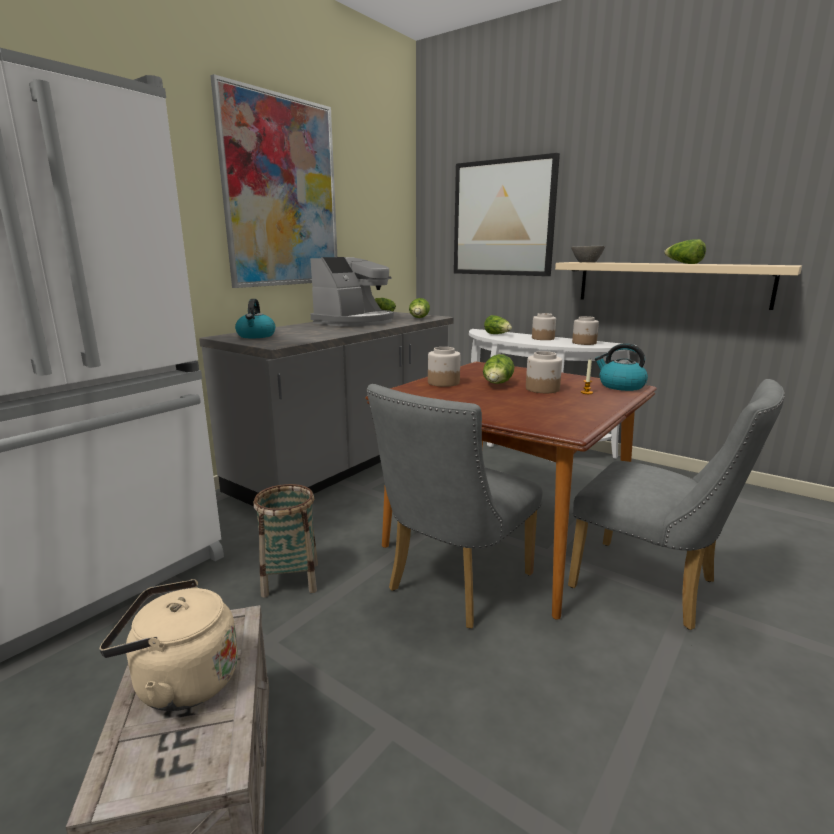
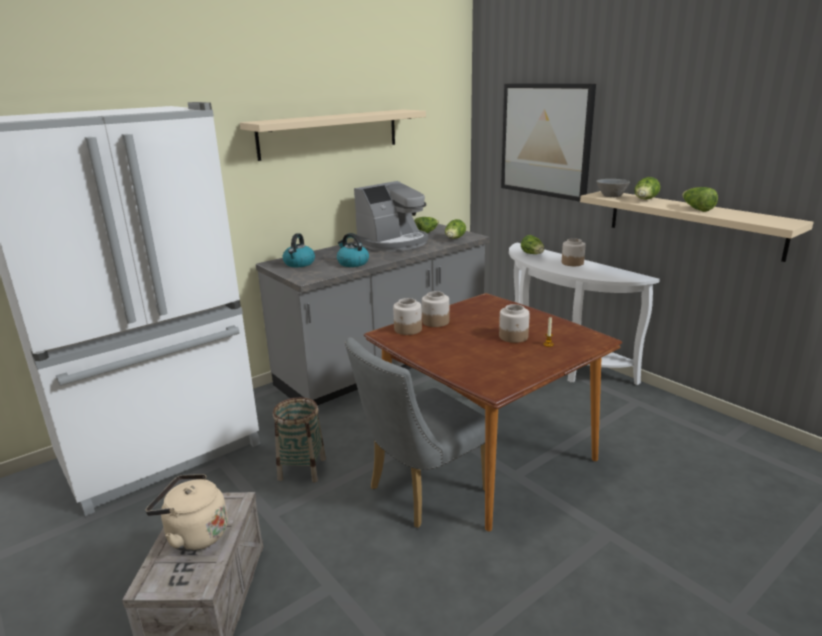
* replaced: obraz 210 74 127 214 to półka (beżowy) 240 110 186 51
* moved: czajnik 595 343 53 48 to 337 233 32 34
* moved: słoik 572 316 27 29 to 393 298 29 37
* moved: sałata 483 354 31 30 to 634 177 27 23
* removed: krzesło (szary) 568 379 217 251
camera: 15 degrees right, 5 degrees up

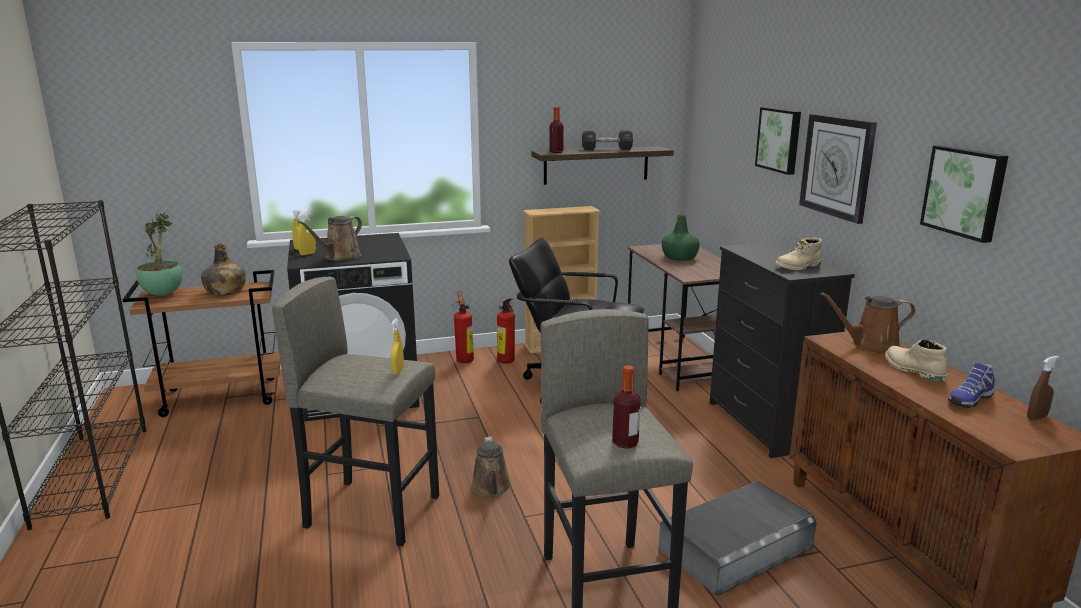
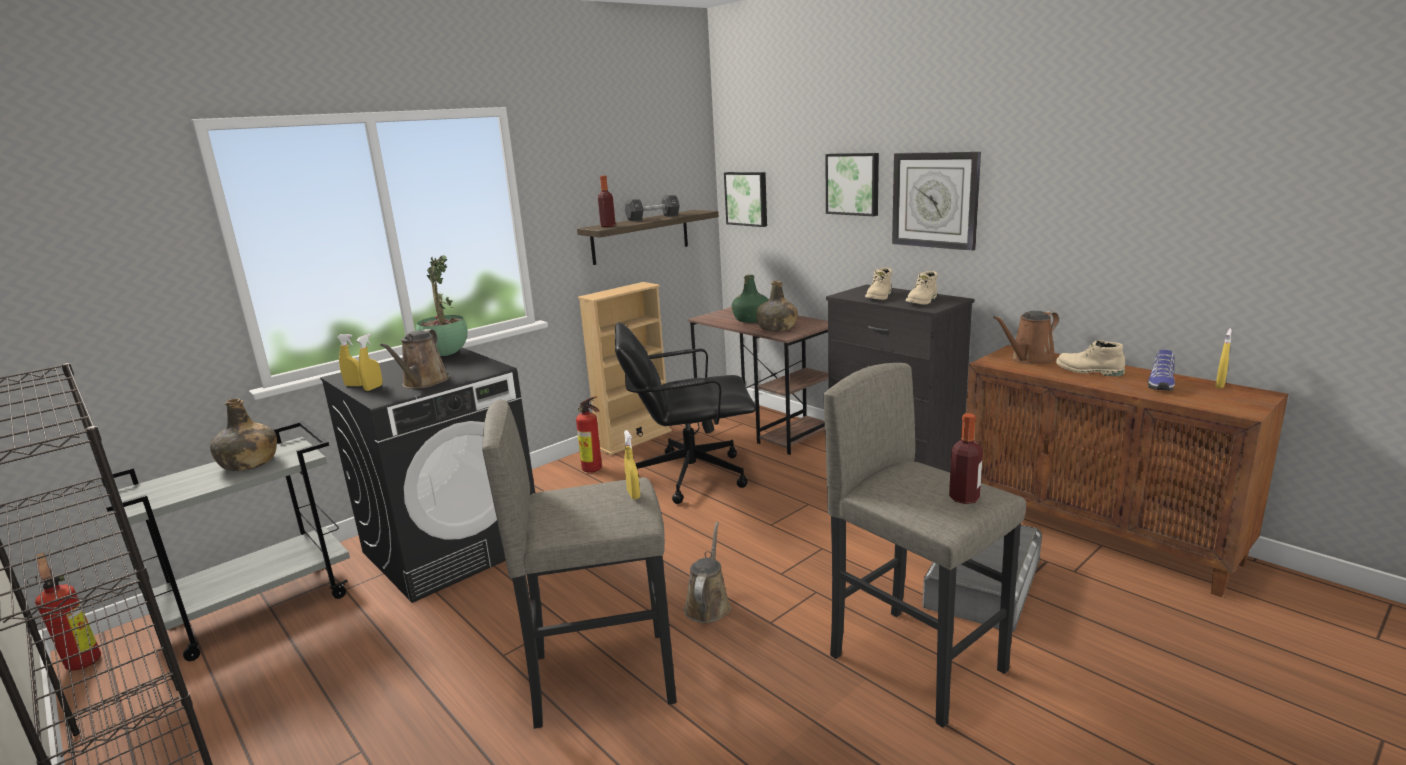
* moved: gaśnica 453 291 21 72 to 27 553 74 118
* recoloured: wózek (brązowy) 122 270 158 147 to wózek (szary) 96 421 254 240
* moved: roślina doniczkowa 136 213 47 83 to 416 255 52 101
* turned: konewka (brązowy) 471 436 40 61 = 684 522 47 101 135 degrees counterclockwise
* moved: obraz 920 145 88 98 to 724 172 43 55
* added: butelka (zielony) 756 281 41 51
* added: but z cholewką (beżowy) 865 267 27 33
* recoloured: spryskiwacz (brązowy) 1027 356 32 64 to spryskiwacz (żółty) 1215 328 17 60
camera: 25 degrees left, 0 degrees up

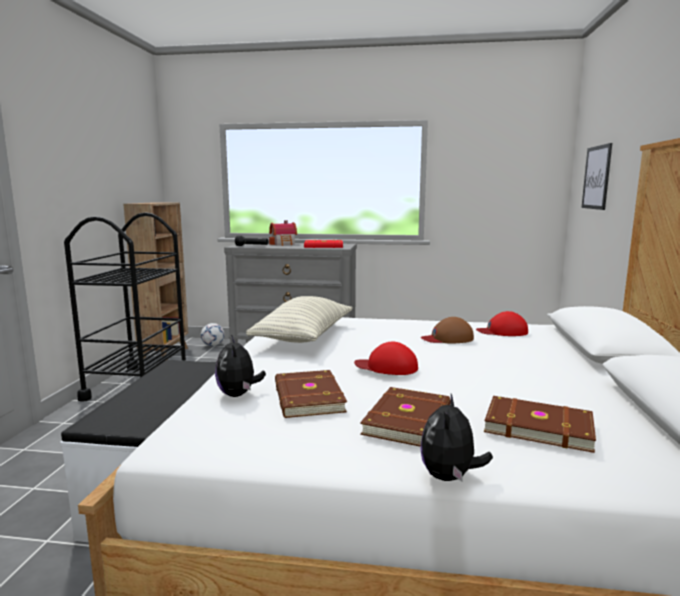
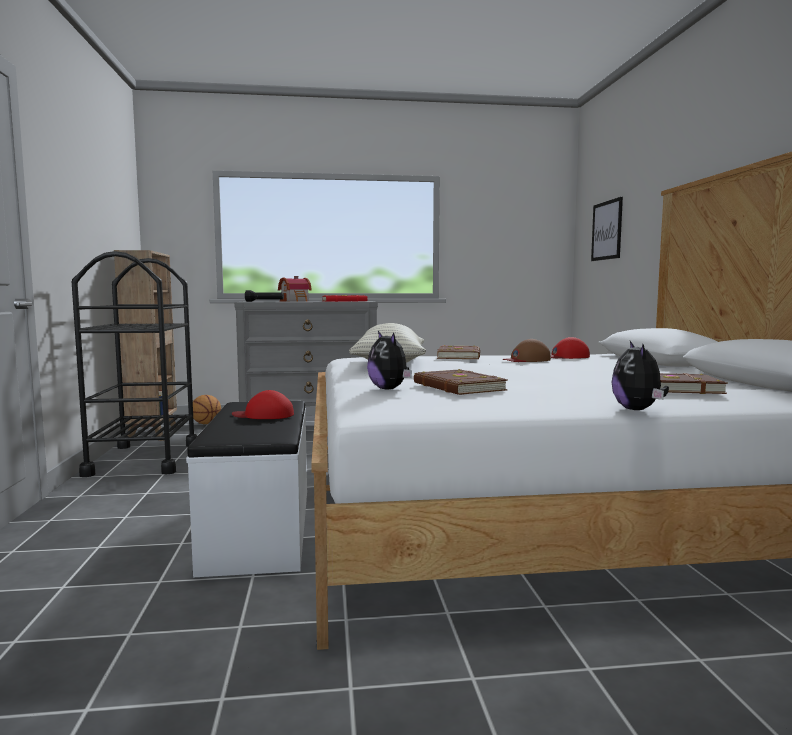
* replaced: piłka futbolowa 201 323 24 23 to piłka do koszykówki 193 395 28 29
* moved: czapka z daszkiem (czerwony) 354 342 64 33 to 232 390 62 29
* moved: książka (brązowy) 360 387 91 60 to 437 345 43 14
camera: 15 degrees left, 5 degrees down

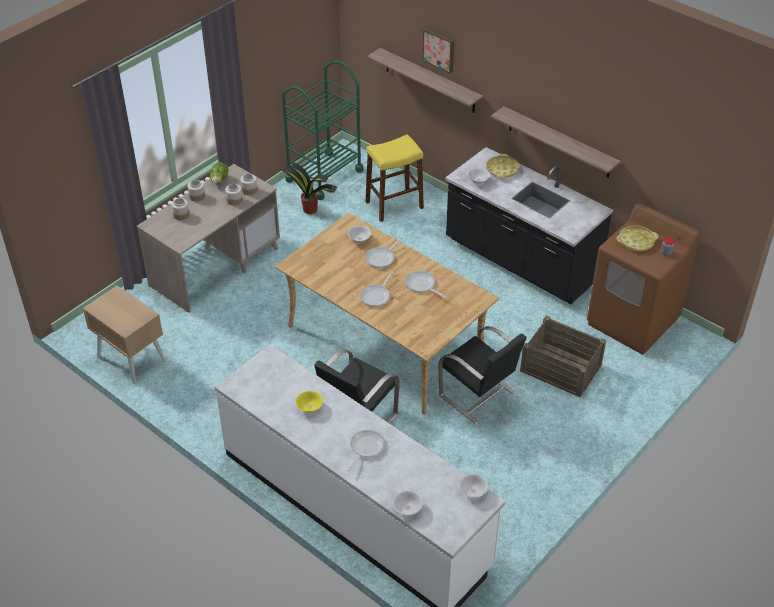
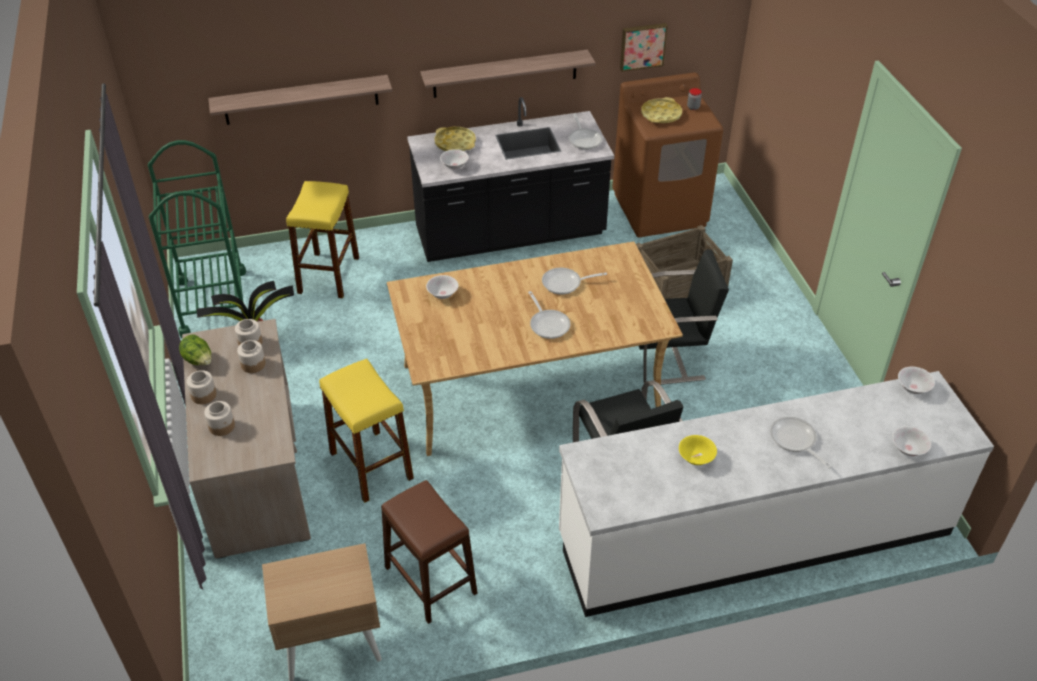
* added: stołek (żółty) 319 359 95 144
* added: stołek (brązowy) 381 480 96 144
* moved: patelnia 365 237 38 31 to 569 113 33 37
* moved: obraz 422 28 32 45 to 620 23 48 49
camera: 55 degrees left, 0 degrees up

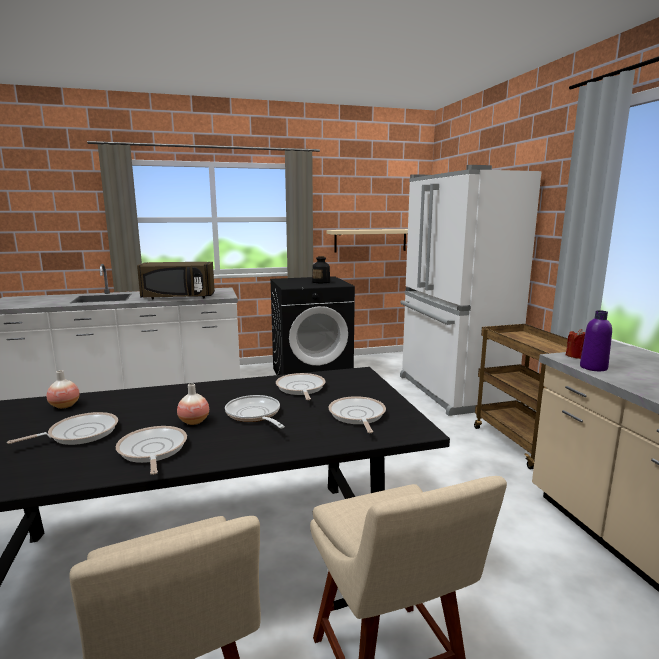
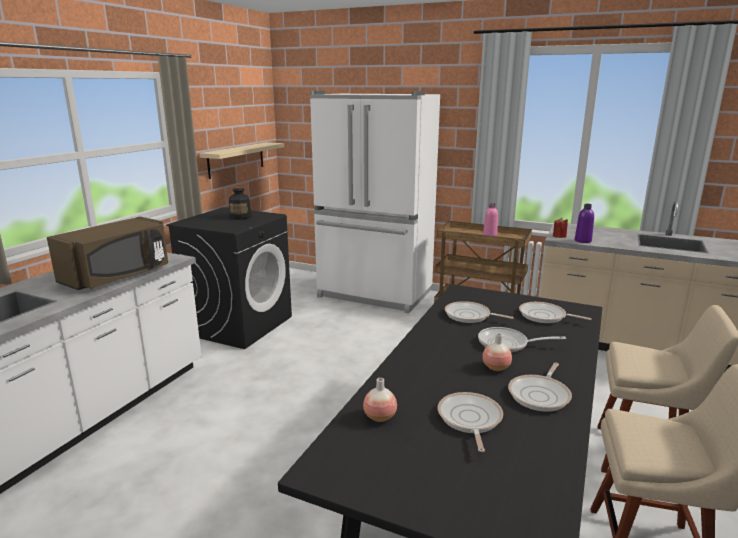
* added: butelka (różowy) 483 203 15 33
* turned: patelnia 116 426 71 49 = 508 362 64 50 75 degrees counterclockwise
camera: 50 degrees left, 5 degrees up

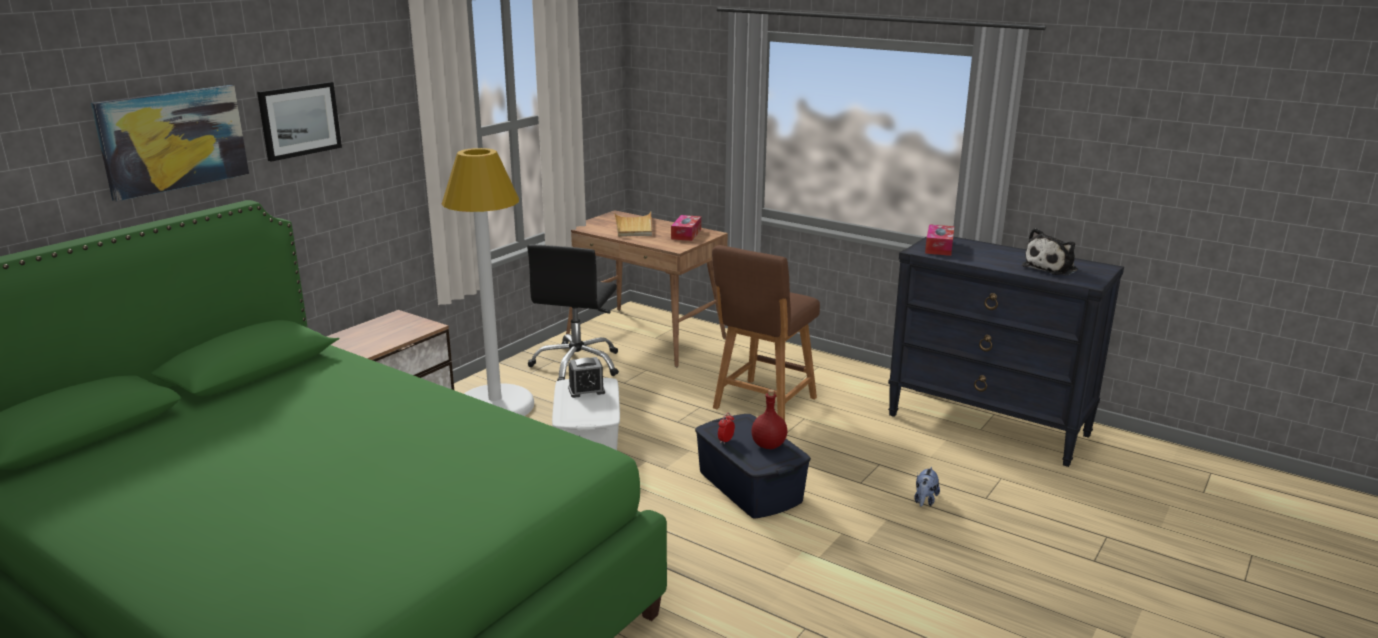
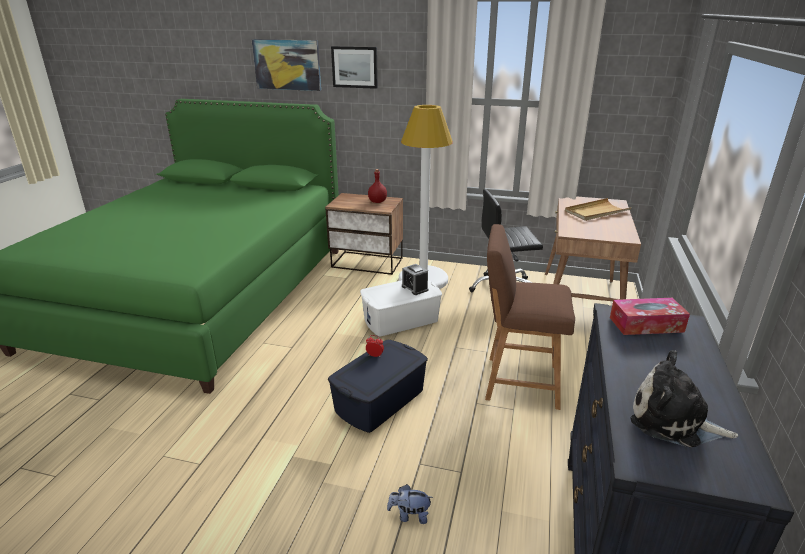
* moved: butelka (czerwony) 751 389 36 60 to 368 169 19 34
* removed: pudełko chusteczek 671 215 30 26
camera: 70 degrees right, 5 degrees up

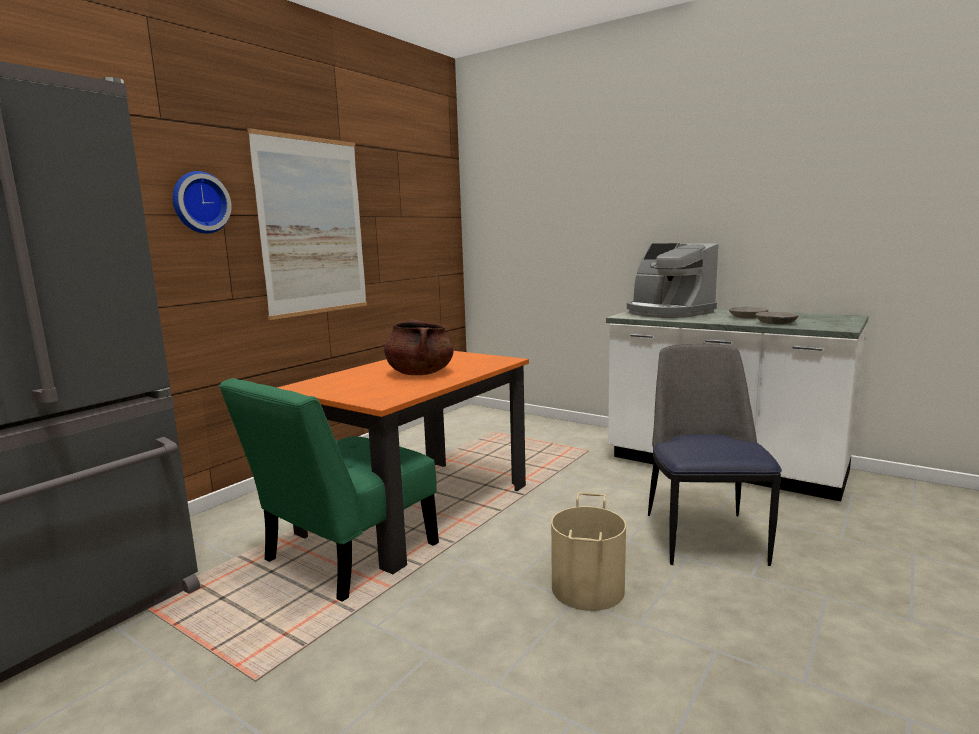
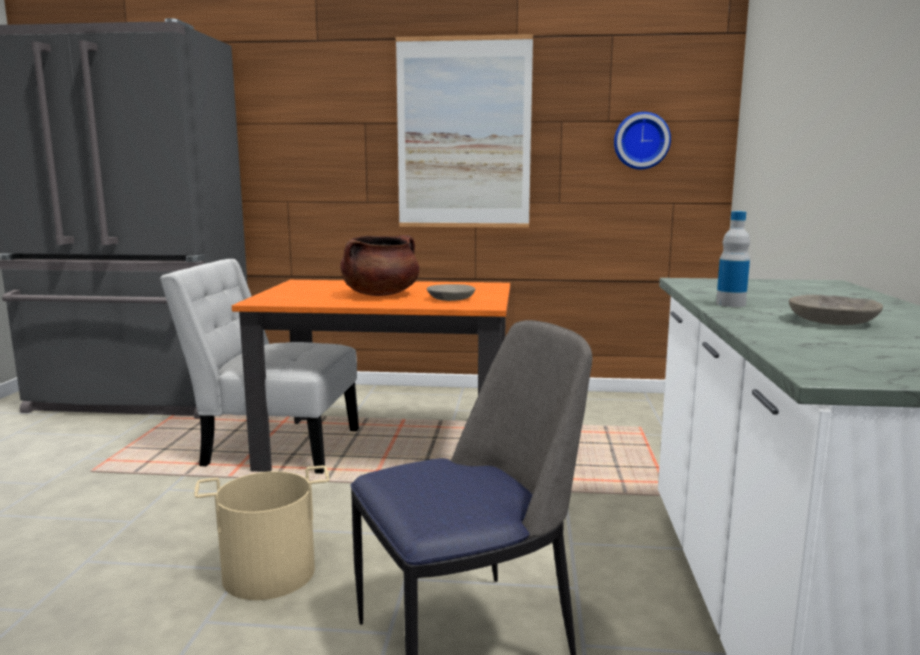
* recoloured: krzesło (zielony) 219 378 220 224 to krzesło (biały) 160 259 199 215
* moved: miska (szary) 755 312 44 13 to 427 284 48 17
* moved: zegar ścienny 172 171 59 63 to 614 112 57 57
* added: butelka 716 211 34 96
* removed: ekspres do kawy 627 243 91 75
camera: 60 degrees right, 0 degrees up

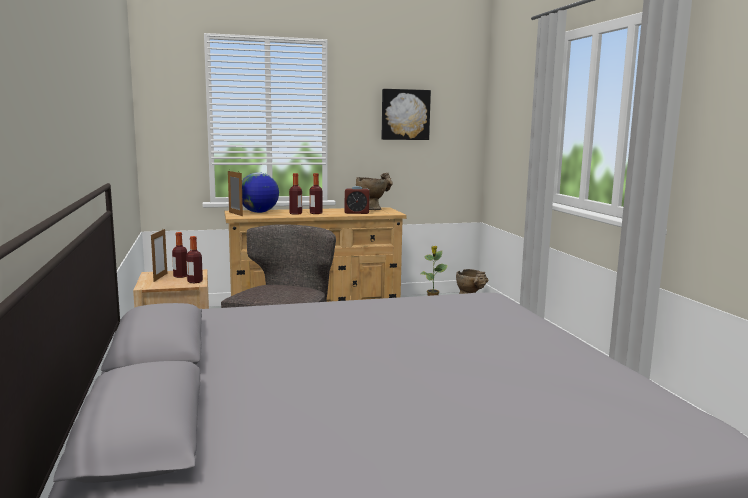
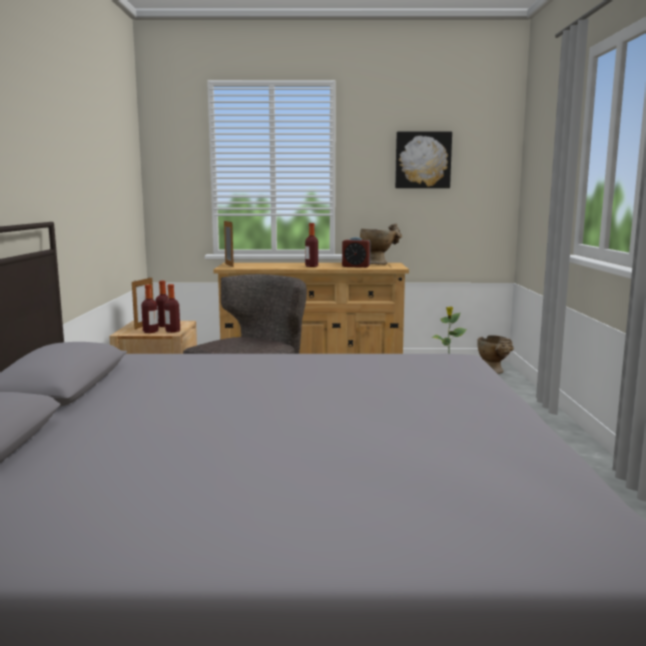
* moved: butelka 289 173 13 42 to 141 285 18 48
* removed: globus 242 172 37 41
camera: 15 degrees right, 0 degrees up

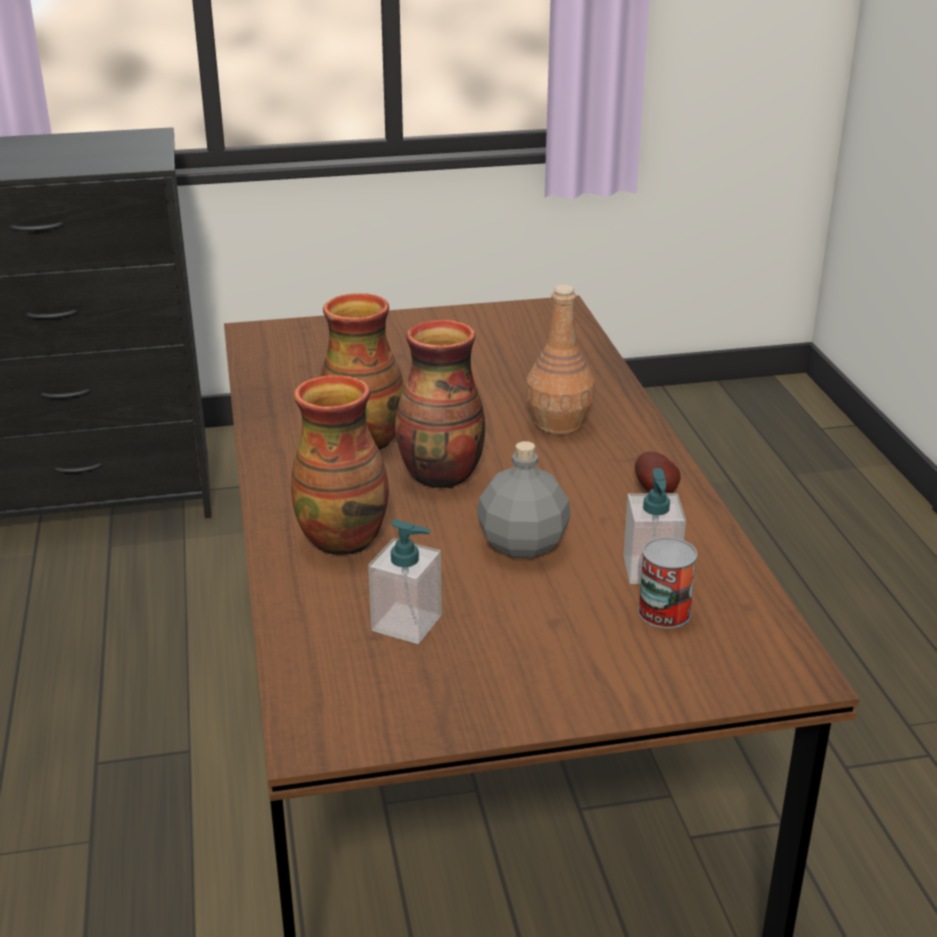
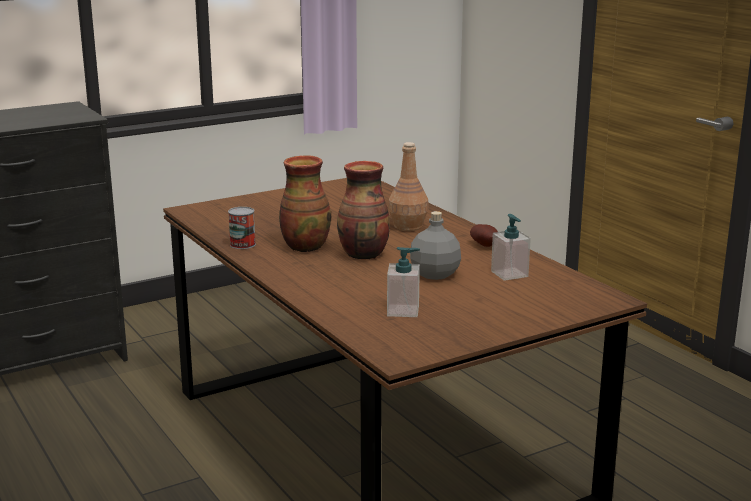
* moved: puszka 638 537 59 91 to 228 207 28 42
* removed: wazon 291 375 98 180
camera: 20 degrees left, 10 degrees down

